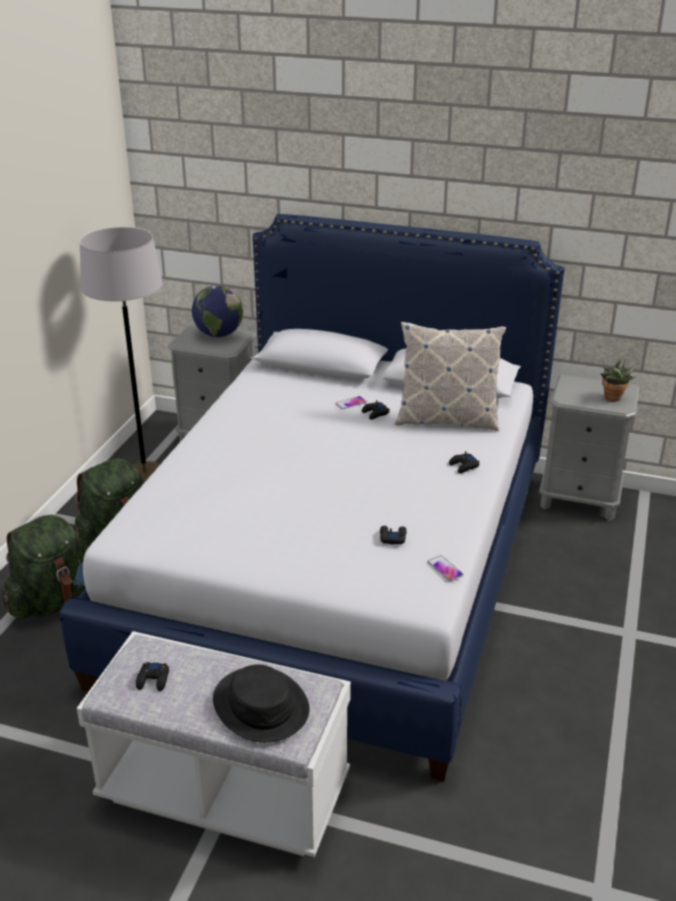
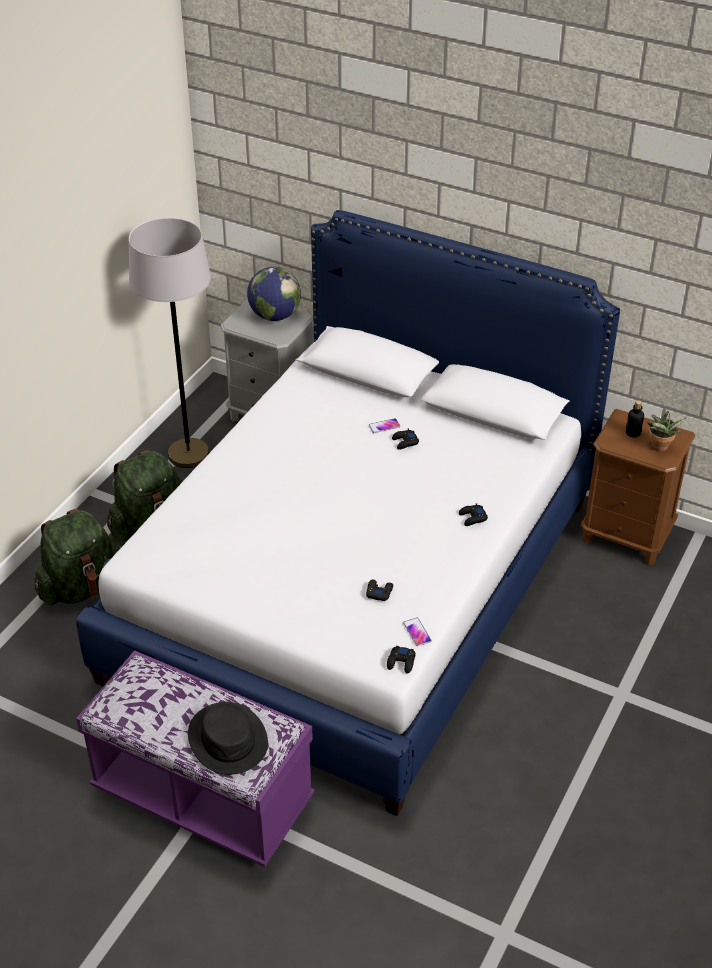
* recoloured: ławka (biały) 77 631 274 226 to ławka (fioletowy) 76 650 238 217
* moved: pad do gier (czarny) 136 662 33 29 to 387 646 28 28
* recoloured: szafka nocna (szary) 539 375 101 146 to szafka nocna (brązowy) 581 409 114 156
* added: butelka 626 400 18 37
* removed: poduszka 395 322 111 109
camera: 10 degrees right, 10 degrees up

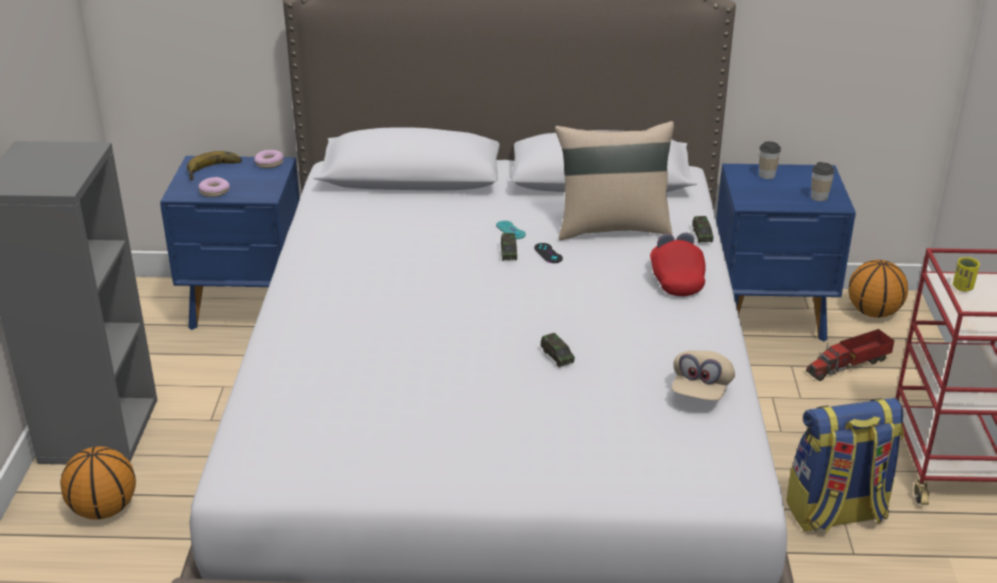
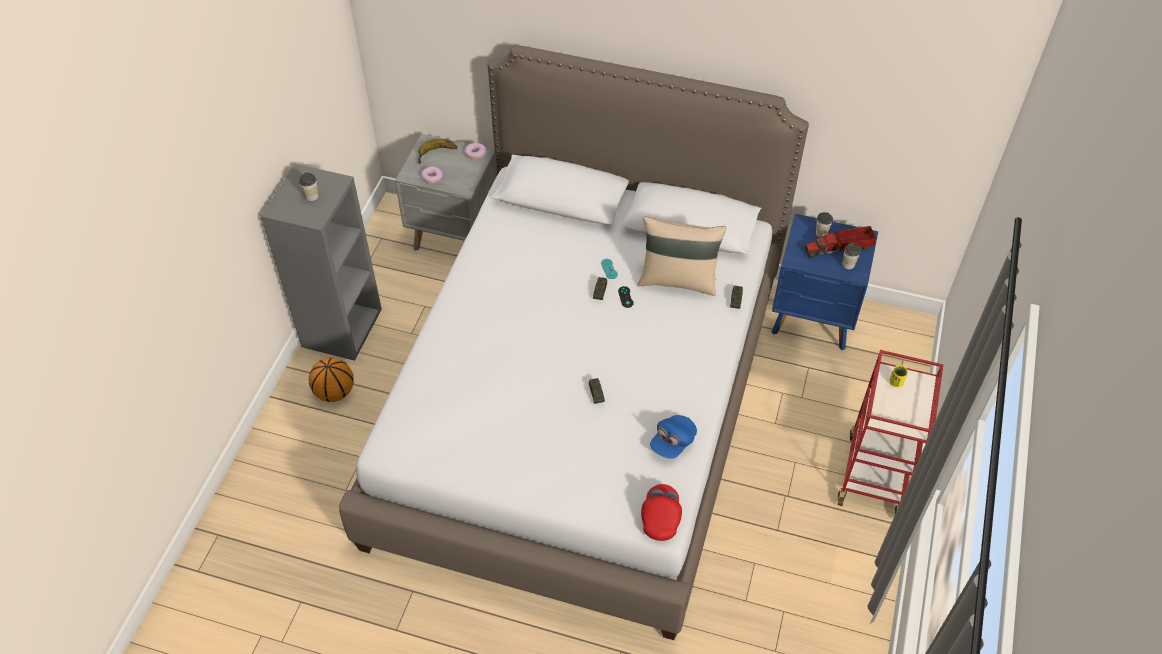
* added: filiżanka 299 173 20 28
* recoloured: szafka nocna (niebieski) 160 156 140 174 to szafka nocna (szary) 395 134 102 117
* moved: czapka z daszkiem (czerwony) 650 232 56 64 to 641 484 41 57
* recoloured: czapka z daszkiem (beżowy) 672 350 63 50 to czapka z daszkiem (niebieski) 650 415 47 44
* moved: ciężarówka zabawkowa 806 329 89 52 to 804 226 72 32
* removed: plecak 786 398 118 134
* removed: piłka do koszykówki 848 260 60 58
camera: 15 degrees right, 20 degrees up

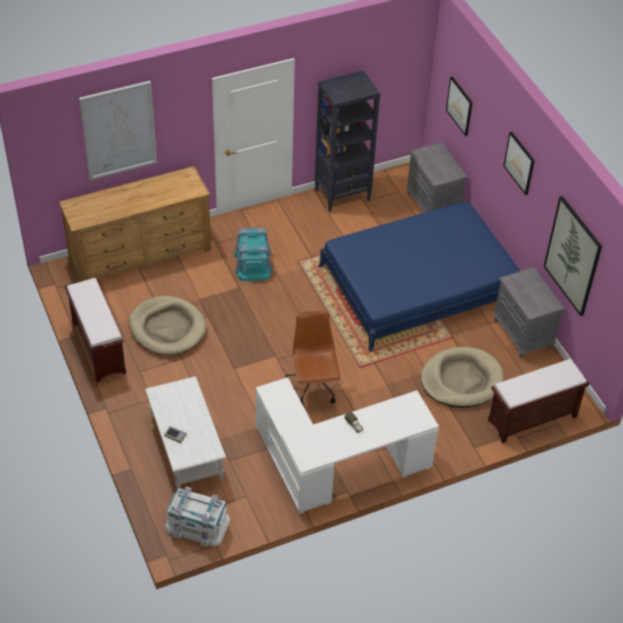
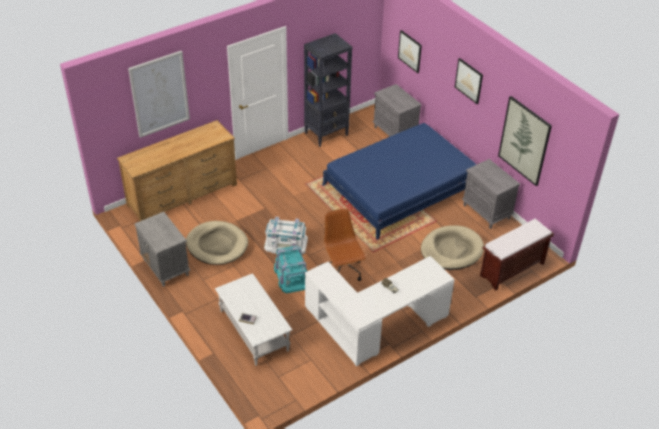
* replaced: ławka (brązowy) 65 278 61 104 to szafka nocna (szary) 135 212 56 75
* moved: pojemnik do przechowywania (biały) 165 487 65 60 to 264 217 44 37
* moved: pojemnik do przechowywania (turkusowy) 235 228 37 53 to 274 246 33 47
camera: 10 degrees left, 5 degrees down

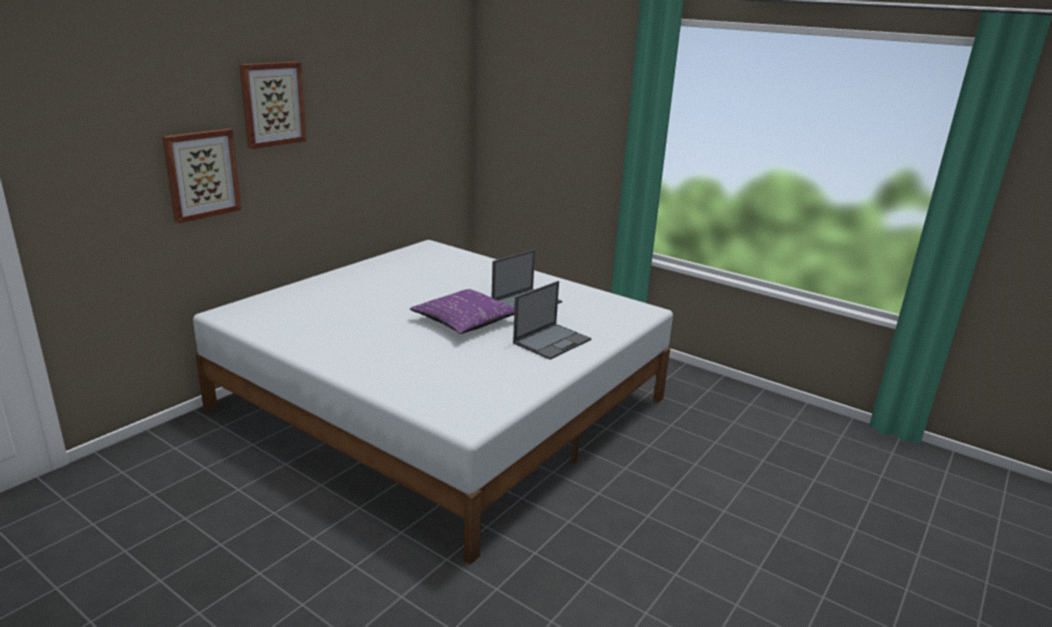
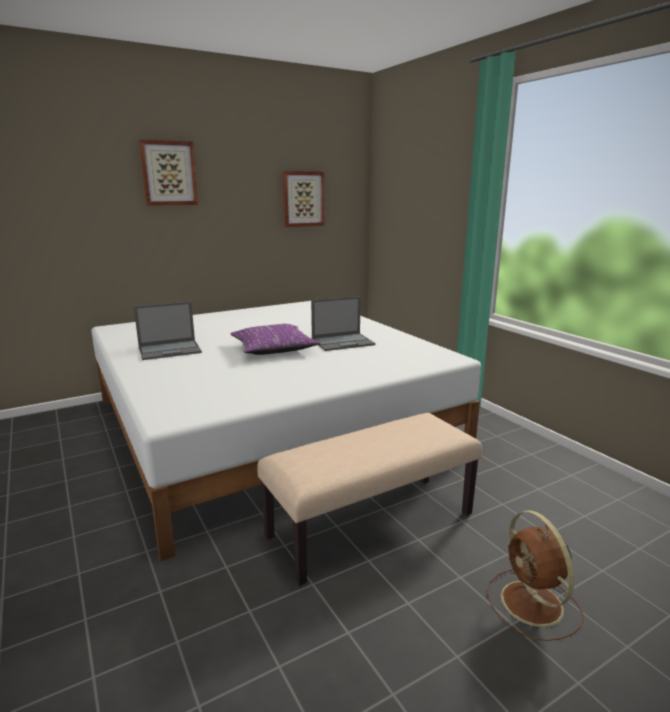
* moved: laptop 513 281 78 79 to 134 302 68 58
* added: ławka (beżowy) 257 413 225 173
* moved: obraz 162 129 79 94 to 282 171 43 56
* added: wentylator (brązowy) 487 511 97 130
camera: 25 degrees right, 5 degrees down

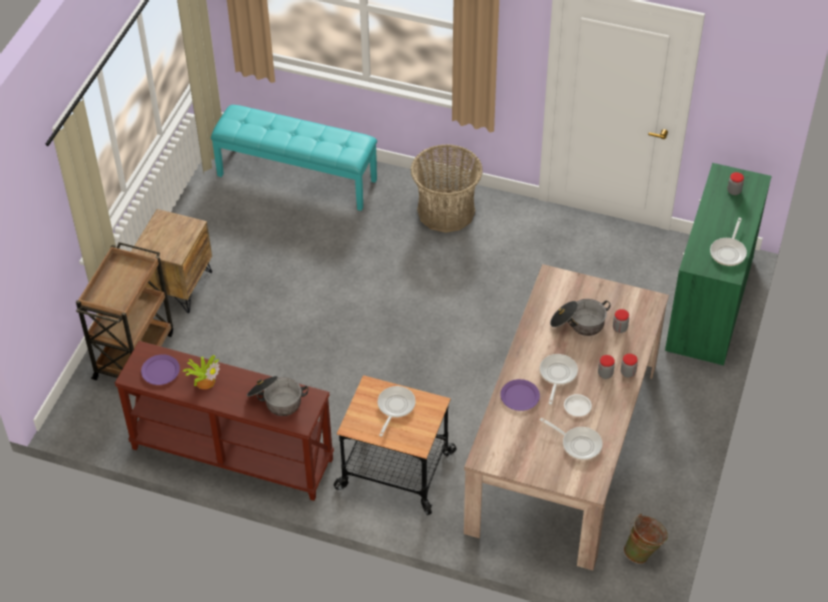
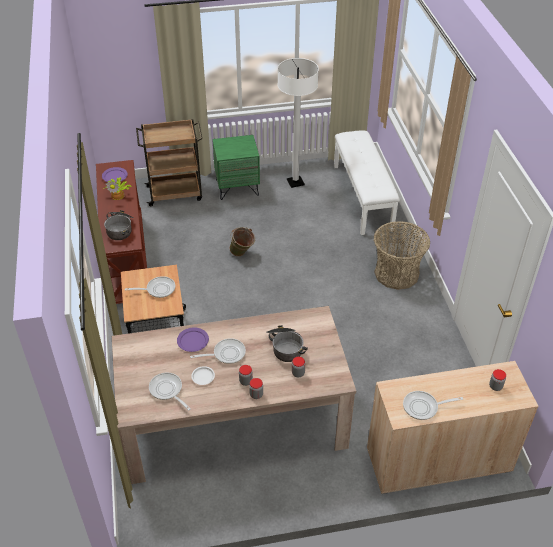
* turned: patelnia 540 418 63 42 = 149 373 42 38 135 degrees clockwise
* recoloured: szafka nocna (brązowy) 131 209 81 104 to szafka nocna (zielony) 212 135 48 65
* moved: wiadro (zielony) 624 513 44 51 to 229 227 26 29
* added: lampa stojąca (biały) 278 58 41 130
* recoloured: ławka (turkusowy) 211 105 166 106 to ławka (biały) 334 130 66 105
* recoloured: szafka (zielony) 665 163 107 203 to szafka (beżowy) 367 361 171 133
camera: 60 degrees right, 5 degrees down

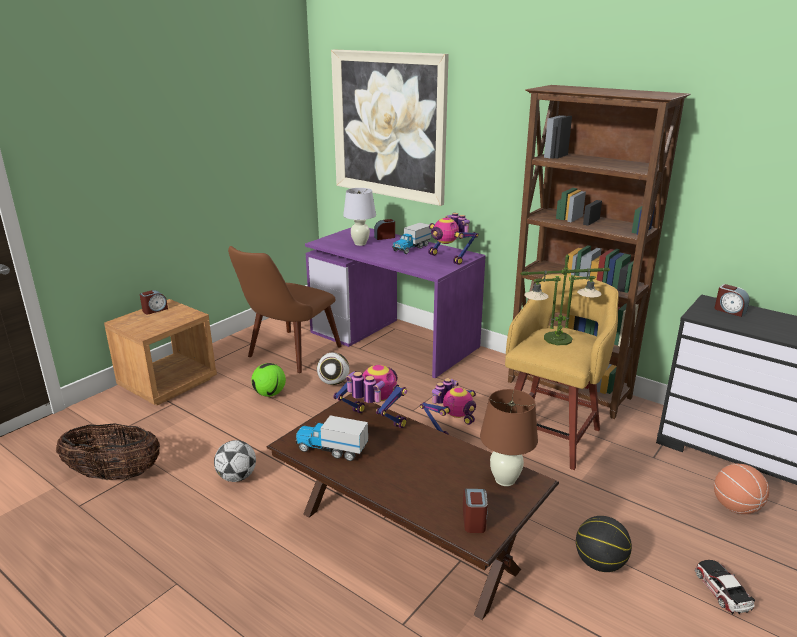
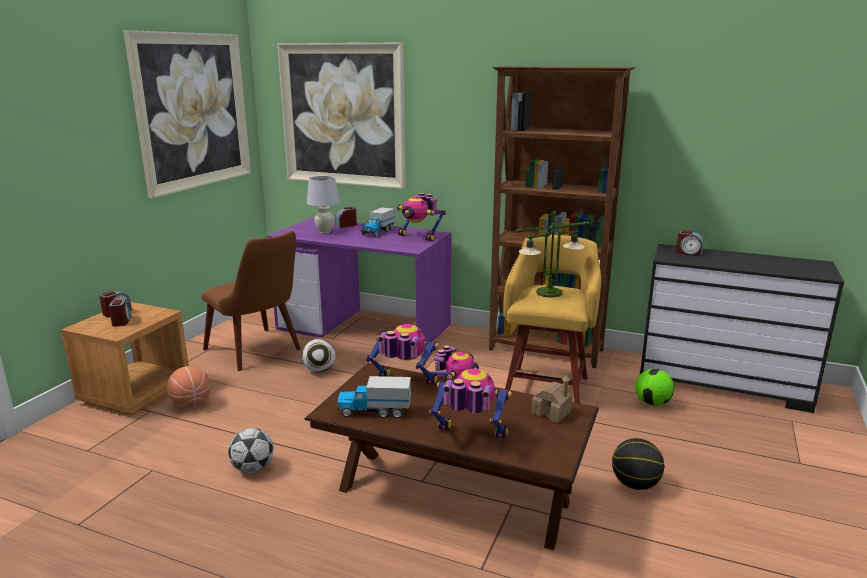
* moved: budzik 463 489 25 44 to 109 300 22 27
* added: obraz 123 30 128 168
* moved: piłka do koszykówki 714 464 55 50 to 167 366 44 42
* turned: krzesło (brązowy) 228 246 114 127 = 202 231 99 140 60 degrees counterclockwise
* added: robot zabawkowy 429 369 83 70
* replaced: lampa stołowa (brązowy) 480 389 58 97 to domek 531 375 42 48
* moved: piłka futbolowa 251 363 35 34 to 635 369 39 37
* removed: koszyk 56 423 104 57
* removed: samochodzik 695 560 60 55
camera: 15 degrees left, 5 degrees down

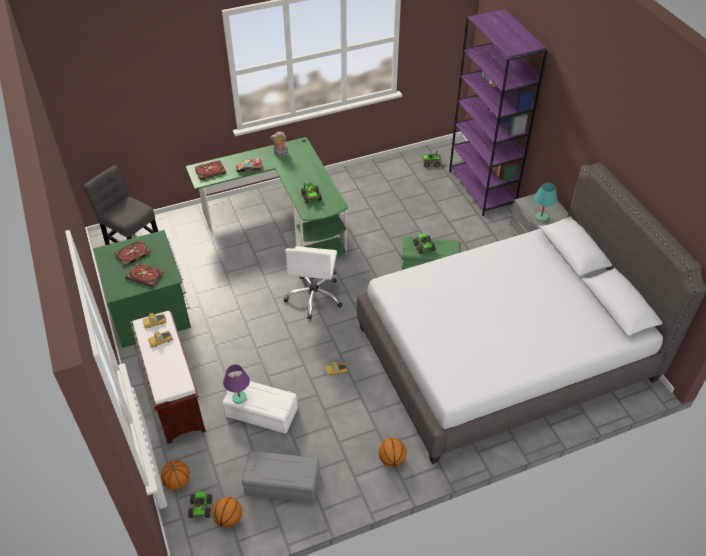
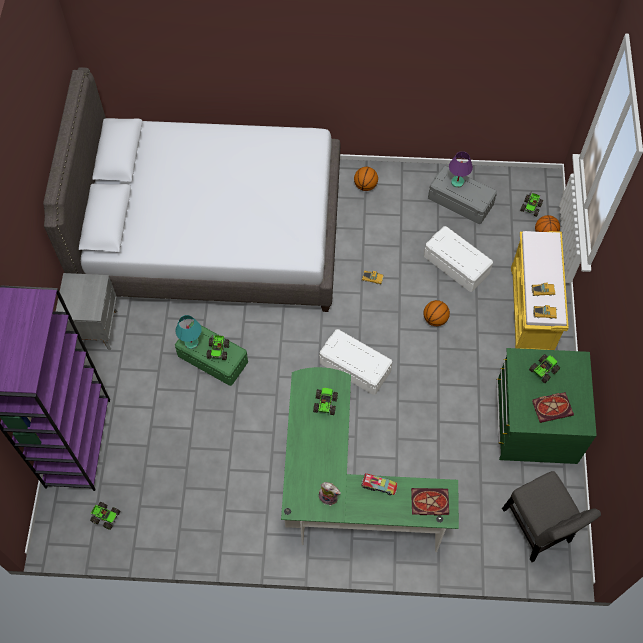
* moved: lampa stołowa (turkusowy) 534 183 23 39 to 175 315 27 34
* replaced: krzesło biurowe (biały) 284 246 59 73 to pojemnik do przechowywania (biały) 320 329 72 66
* moved: piłka do koszykówki 212 497 30 31 to 423 300 27 26
* moved: lampa stołowa (fioletowy) 223 364 27 40 to 449 151 24 37
* recoloured: ławka (brązowy) 130 311 76 133 to ławka (żółty) 511 231 58 119
* replaced: książka 125 263 39 24 to ciężarówka zabawkowa 529 354 31 29
camera: 155 degrees left, 15 degrees up

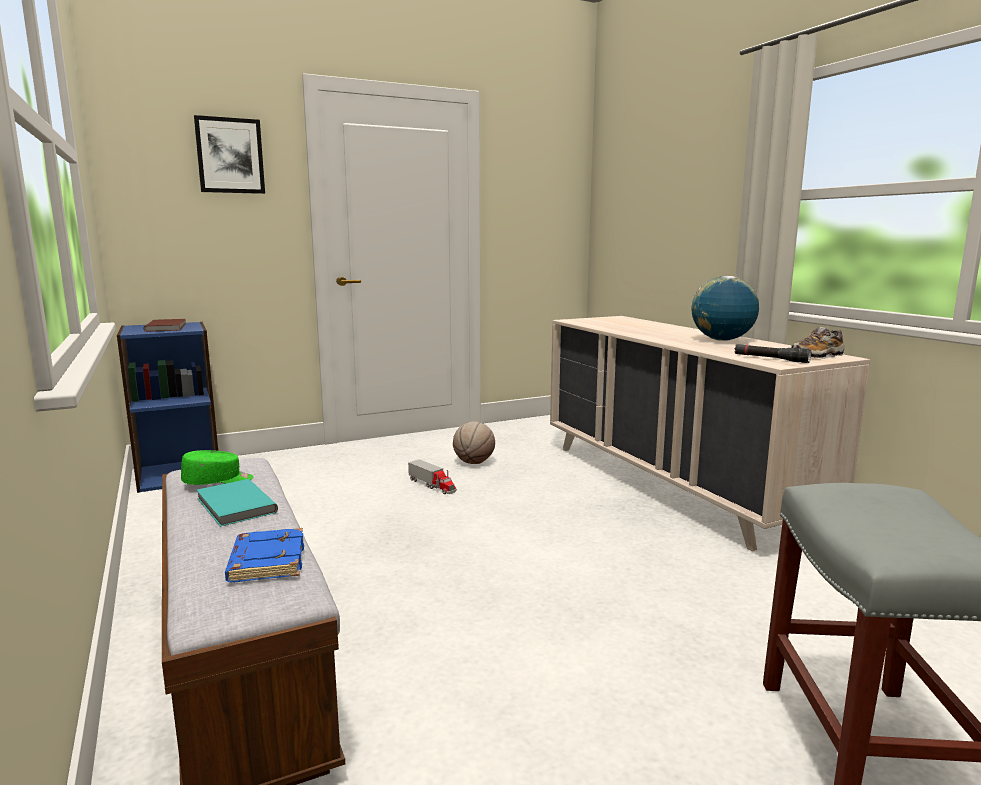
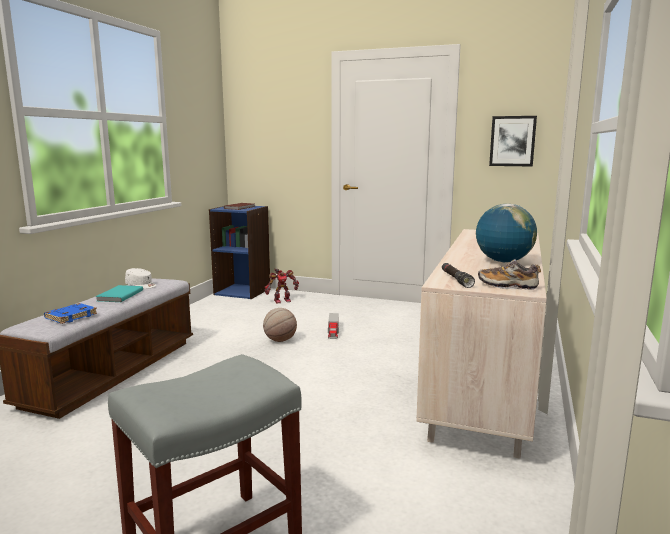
* recoloured: czapka z daszkiem (zielony) 181 450 72 35 to czapka z daszkiem (biały) 125 268 31 21
* moved: piłka do koszykówki 453 421 42 43 to 263 308 34 34
* added: robot zabawkowy 265 268 34 35
* moved: obraz 194 115 71 79 to 489 116 48 51
camera: 45 degrees right, 0 degrees up

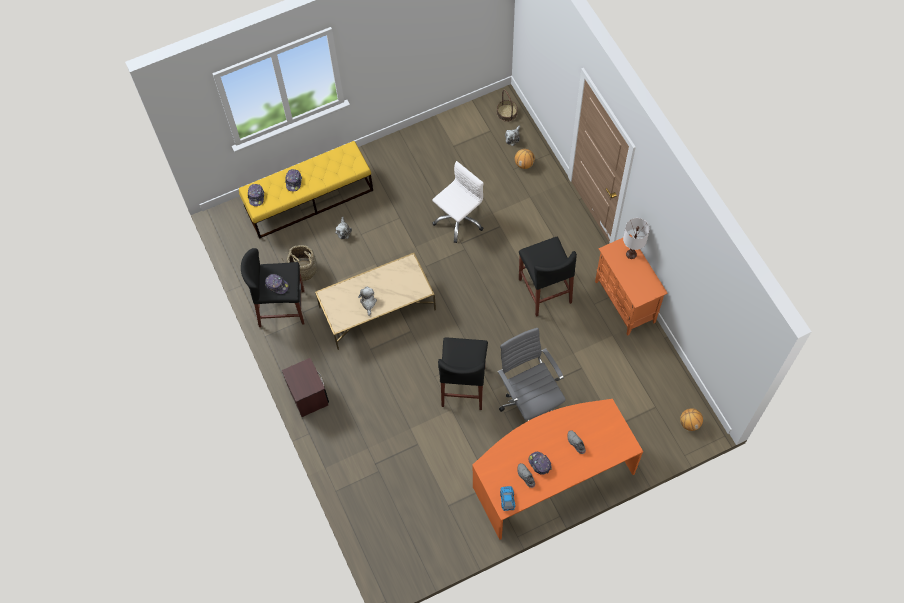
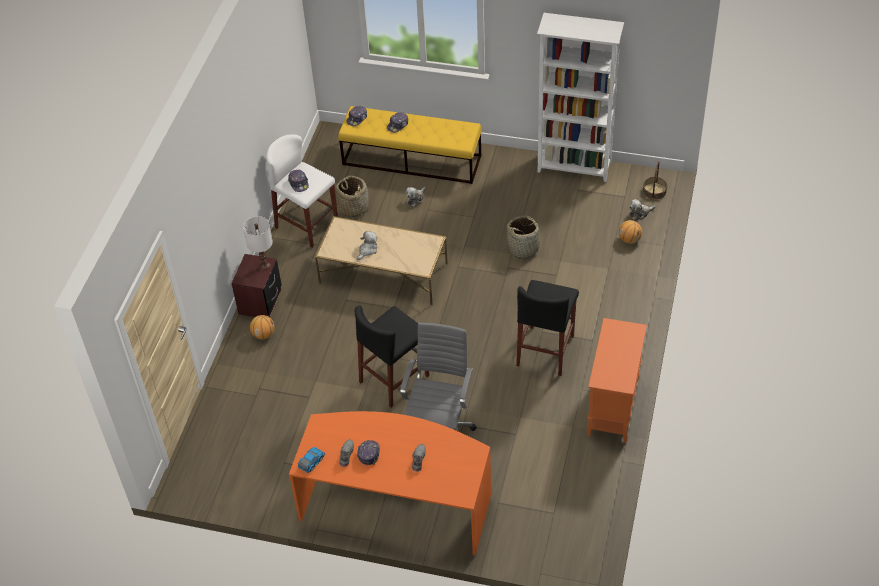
* moved: lampa stołowa (biały) 623 218 27 41 to 243 216 30 54
* moved: piłka do koszykówki 680 408 23 23 to 250 315 25 24
* recoloured: stołek (czarny) 241 248 64 79 to stołek (biały) 266 134 72 114
* replaced: krzesło biurowe (biały) 432 161 52 82 to koszyk 505 215 41 44
* added: regał (biały) 537 13 87 169
camera: 40 degrees right, 15 degrees down

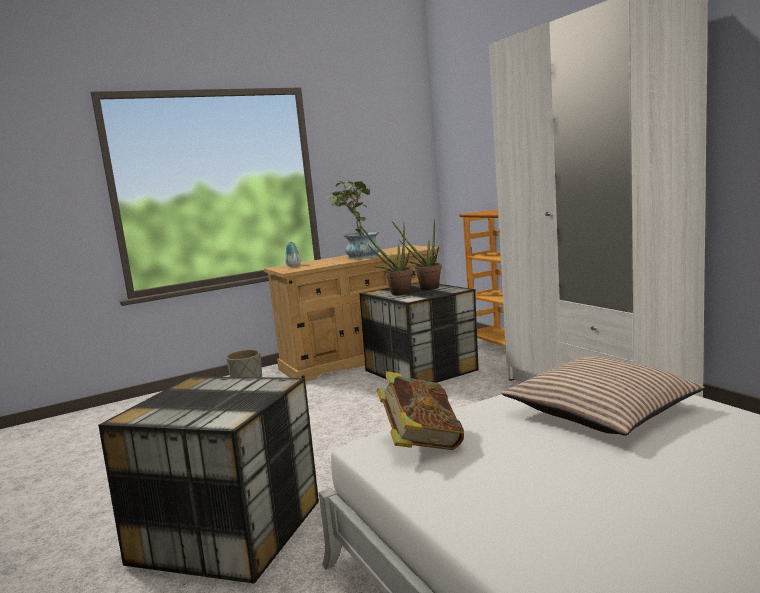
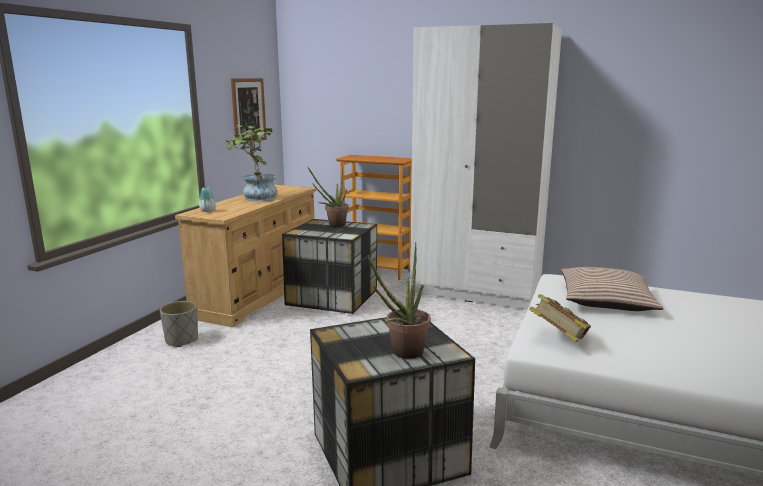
* added: obraz 231 78 36 67
* moved: roślina doniczkowa 360 225 53 70 to 368 242 63 117
camera: 40 degrees left, 5 degrees up

